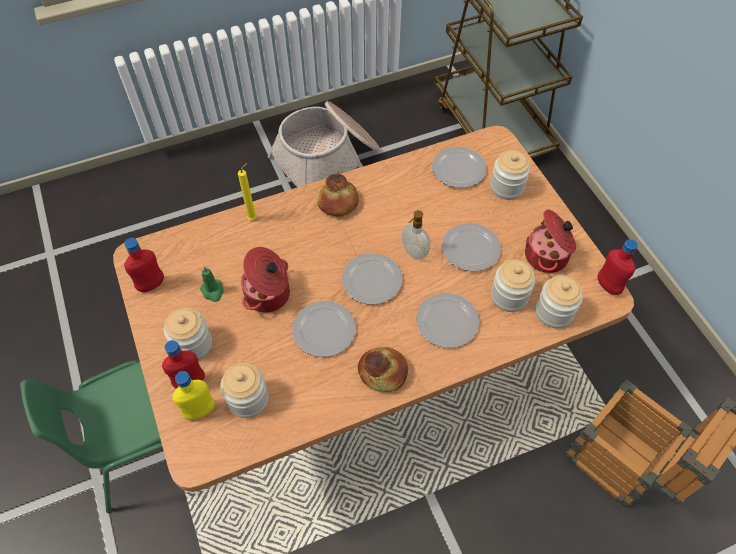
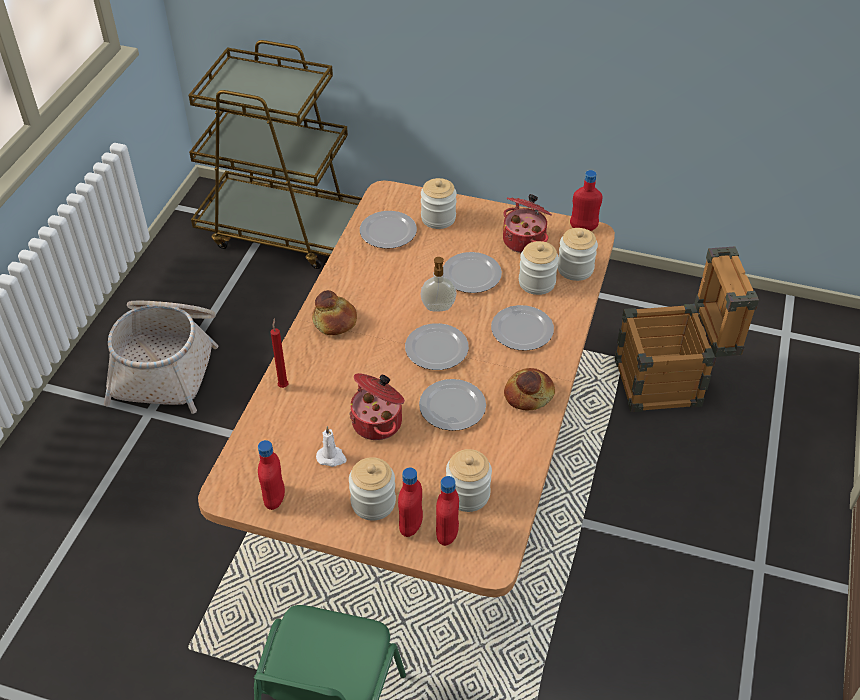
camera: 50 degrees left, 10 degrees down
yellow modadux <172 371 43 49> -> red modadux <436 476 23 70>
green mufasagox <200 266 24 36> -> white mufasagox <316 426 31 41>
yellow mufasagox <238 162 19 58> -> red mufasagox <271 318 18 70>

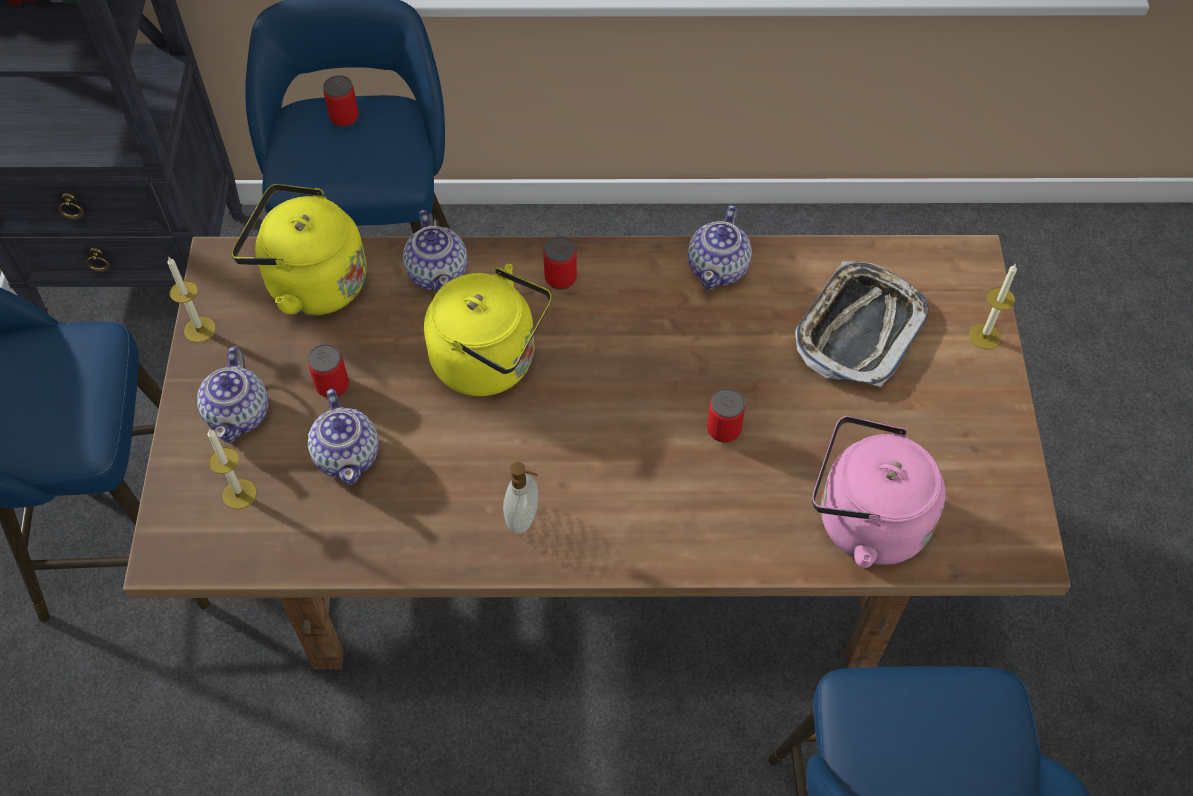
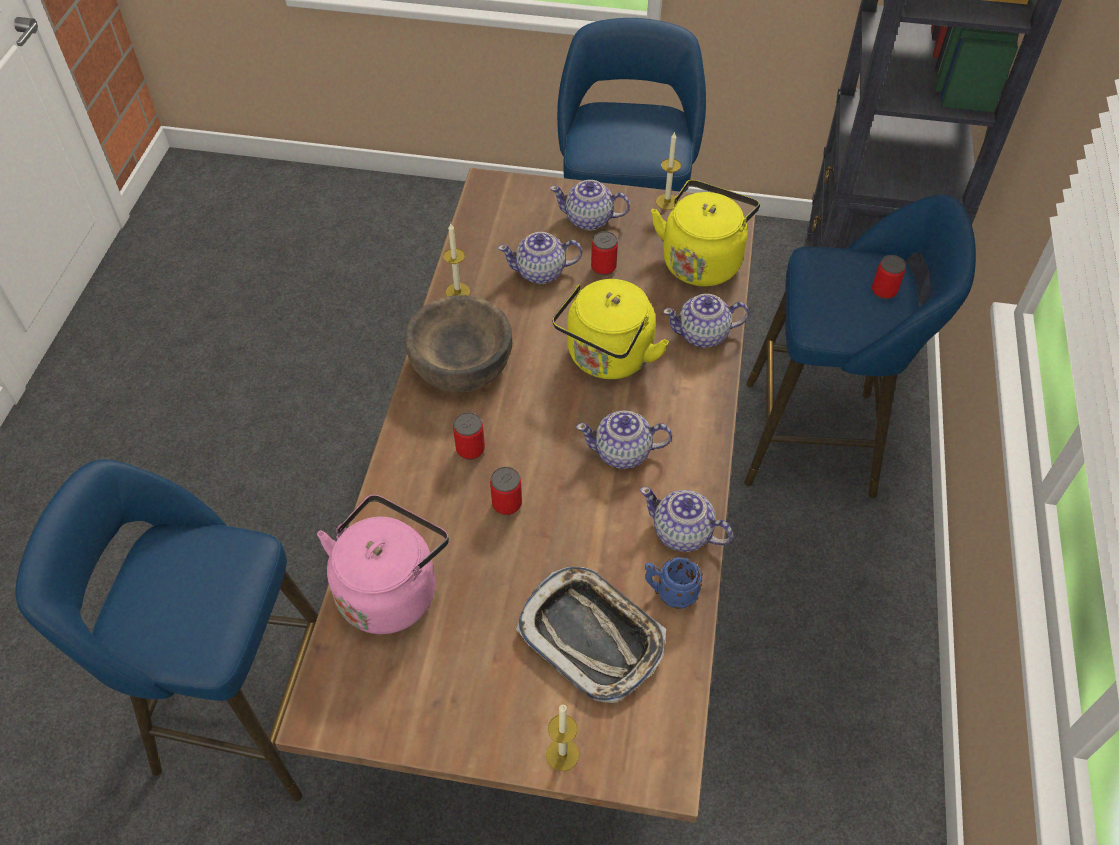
camera: 100 degrees right, 5 degrees down
mufasagox <207 429 50 80> -> mufasagox <443 224 27 72>, move
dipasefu <503 462 35 71> -> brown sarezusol <405 295 107 98>
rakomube <543 236 34 54> -> rakomube <453 412 32 48>, move
none -> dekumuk <576 410 96 59>
none -> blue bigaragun <645 557 58 52>

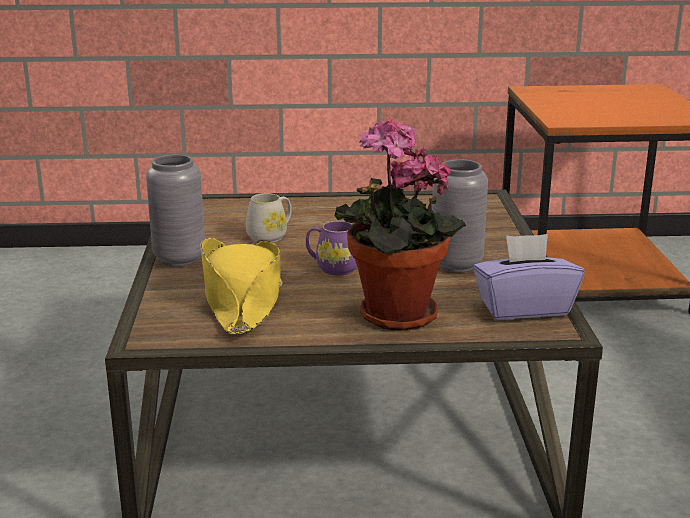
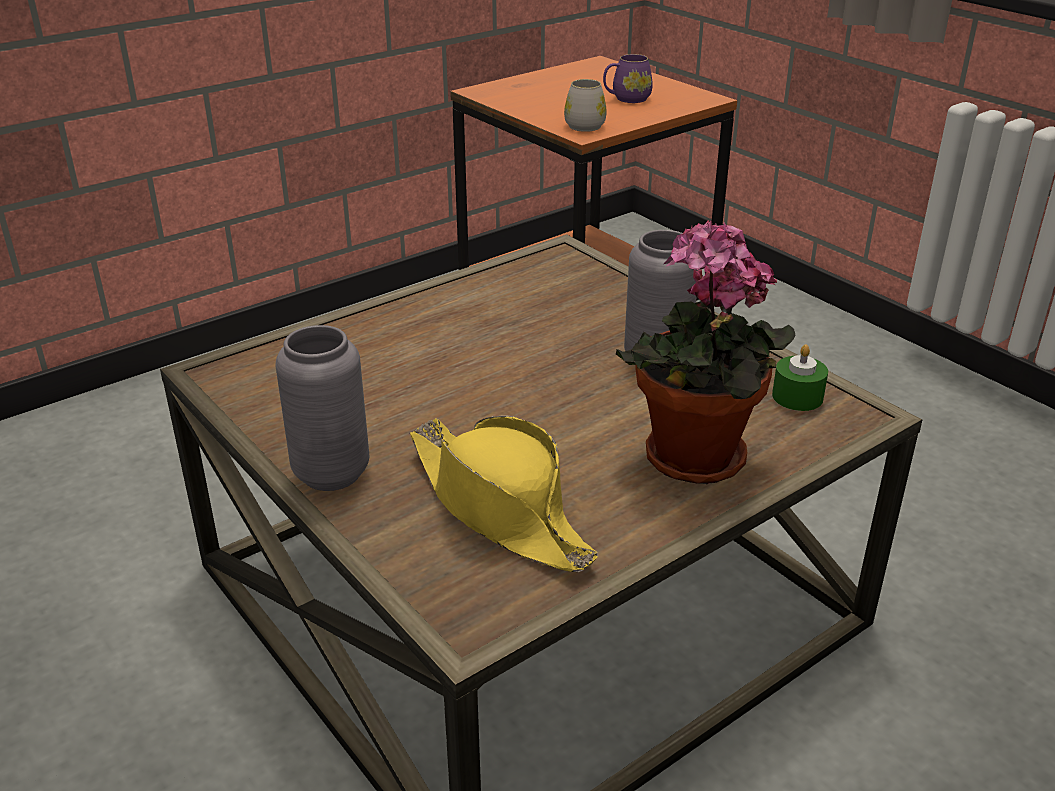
camera: 35 degrees left, 10 degrees up
white bigaragun <246 193 46 49> -> white bigaragun <564 79 42 53>, move
purple bigaragun <306 221 51 54> -> purple bigaragun <603 54 50 49>, move
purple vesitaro <473 234 111 86> -> green mufasagox <772 344 56 67>

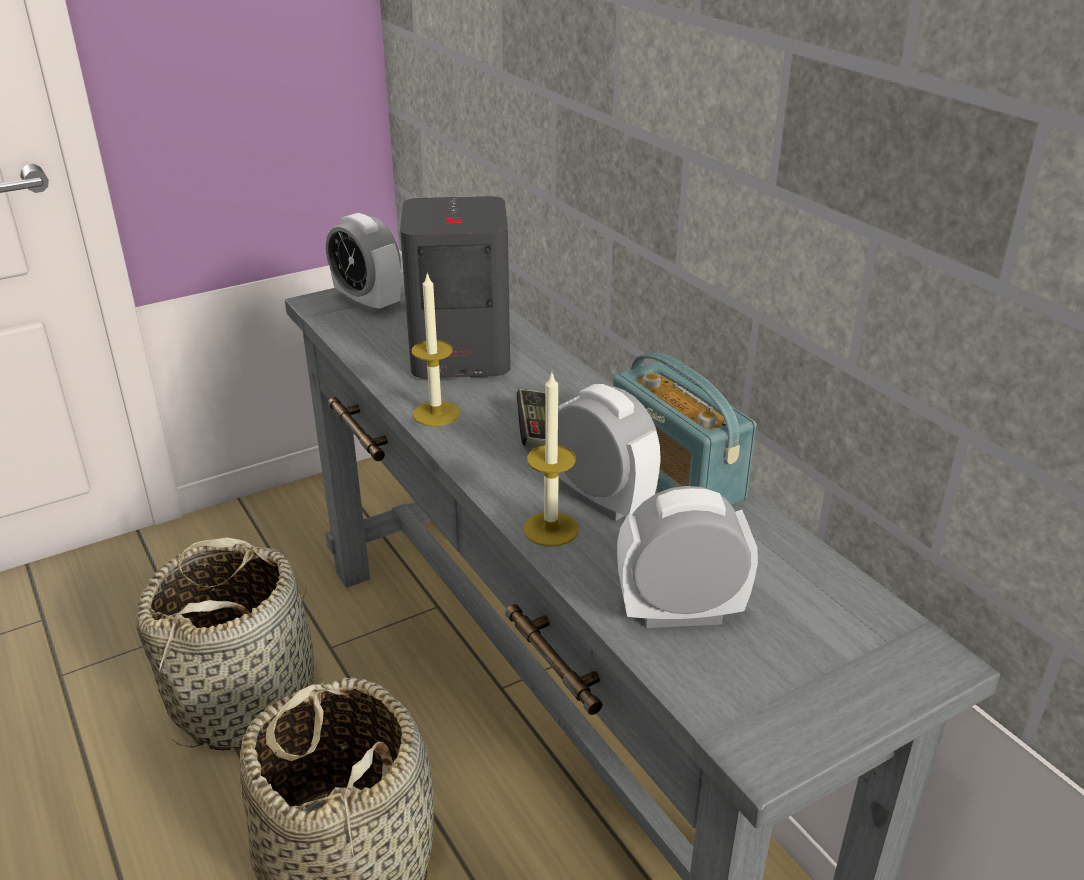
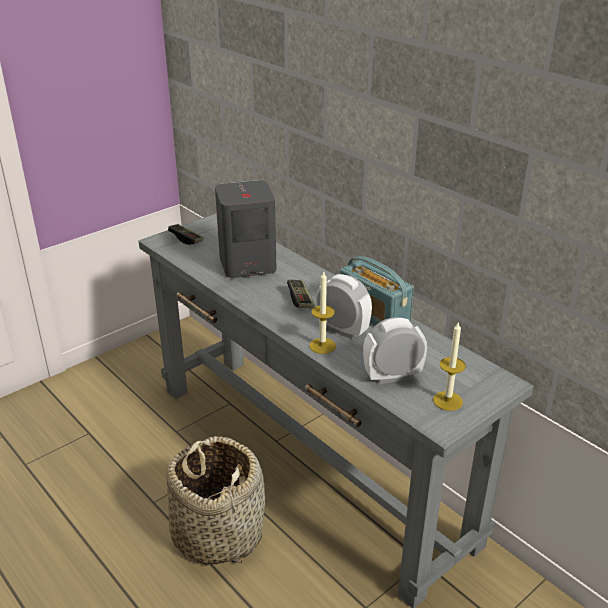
camera: 10 degrees left, 0 degrees up
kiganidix <136 537 179 213> -> none
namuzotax <326 213 75 102> -> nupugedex <168 224 36 21>
mufasagox <411 272 49 154> -> mufasagox <433 321 33 90>, move

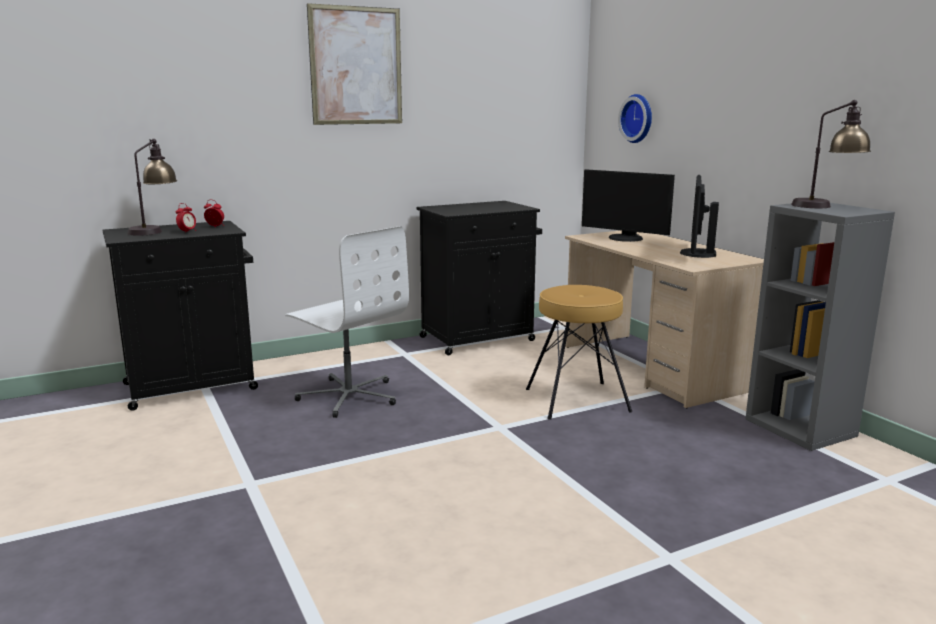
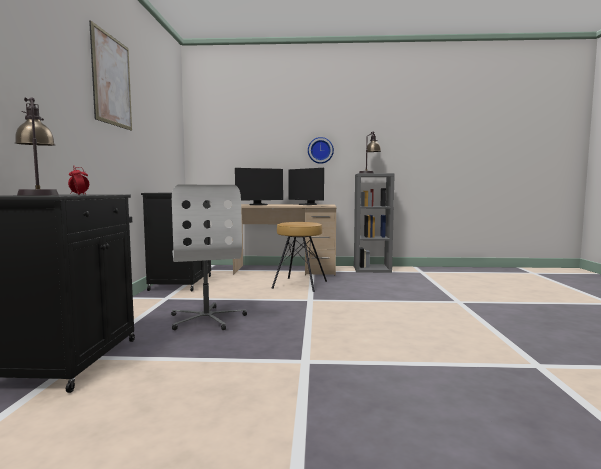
camera: 60 degrees left, 10 degrees down
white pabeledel <285 226 124 192> -> white pabeledel <171 185 76 145>, 90 degrees clockwise
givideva <618 94 34 49> -> givideva <308 137 26 27>, move

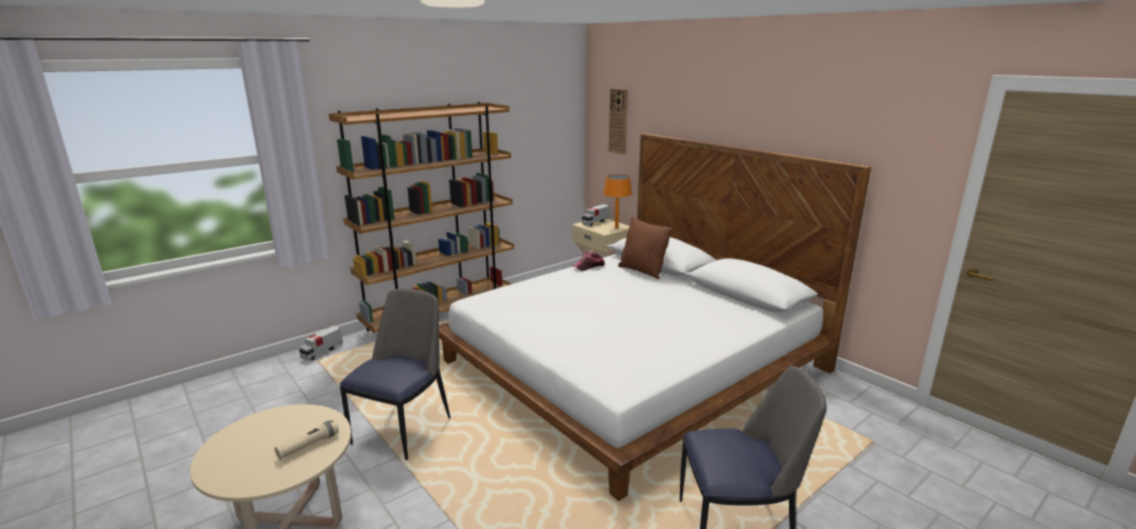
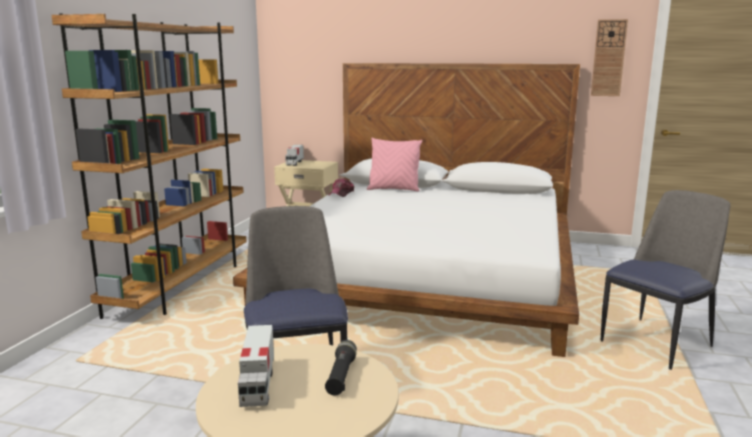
camera: 35 degrees left, 5 degrees down
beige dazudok <275 419 64 41> -> black dazudok <325 340 32 56>
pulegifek <299 326 44 35> -> pulegifek <238 325 36 82>, move
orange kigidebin <603 175 29 53> -> none
givideva <608 88 20 67> -> givideva <591 19 37 77>, move
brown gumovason <618 216 55 63> -> pink gumovason <367 137 55 54>

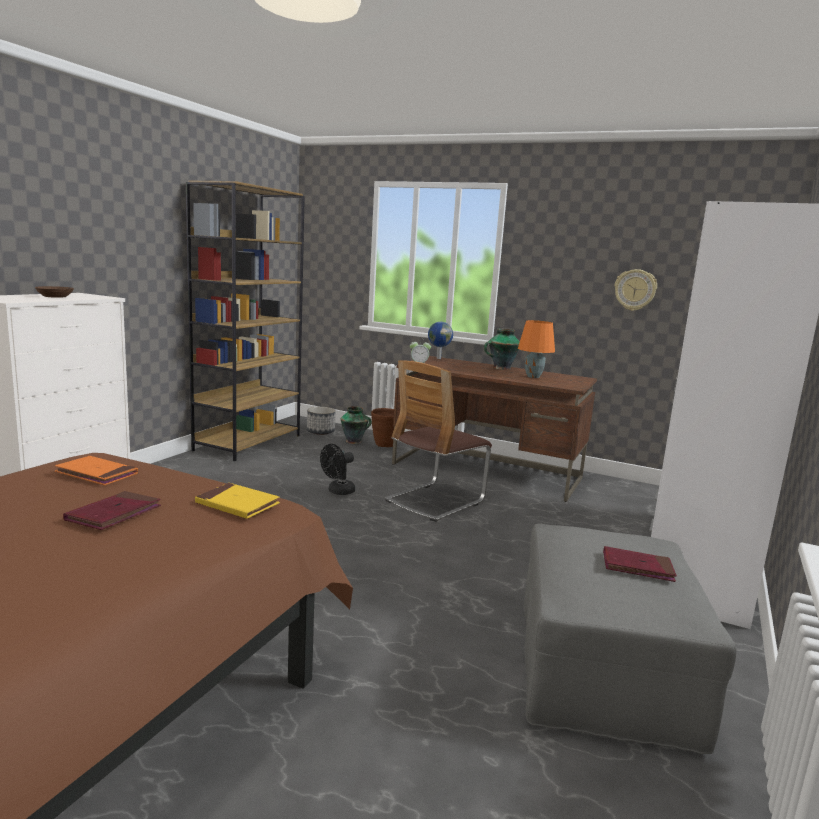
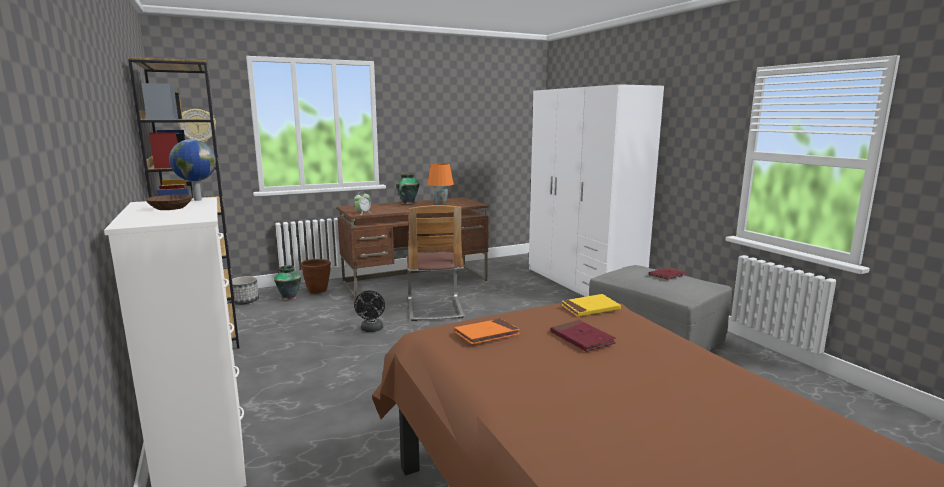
camera: 50 degrees left, 0 degrees up
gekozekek <428 322 25 37> -> gekozekek <169 139 47 62>, move
givideva <614 269 43 42> -> givideva <178 109 38 33>, move

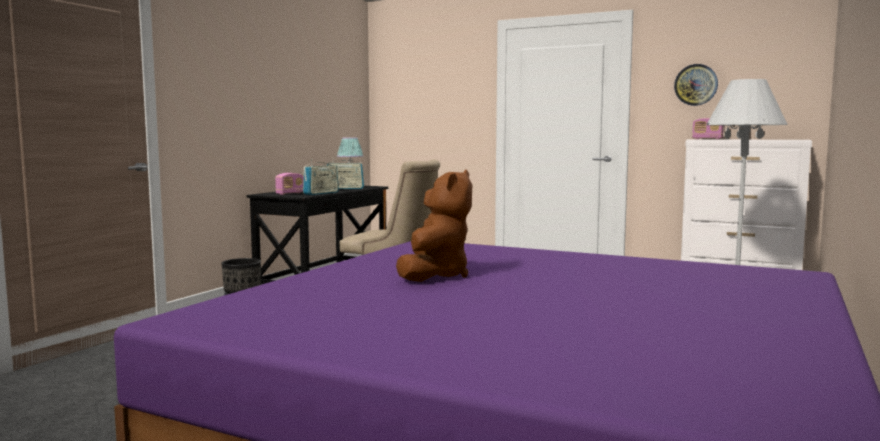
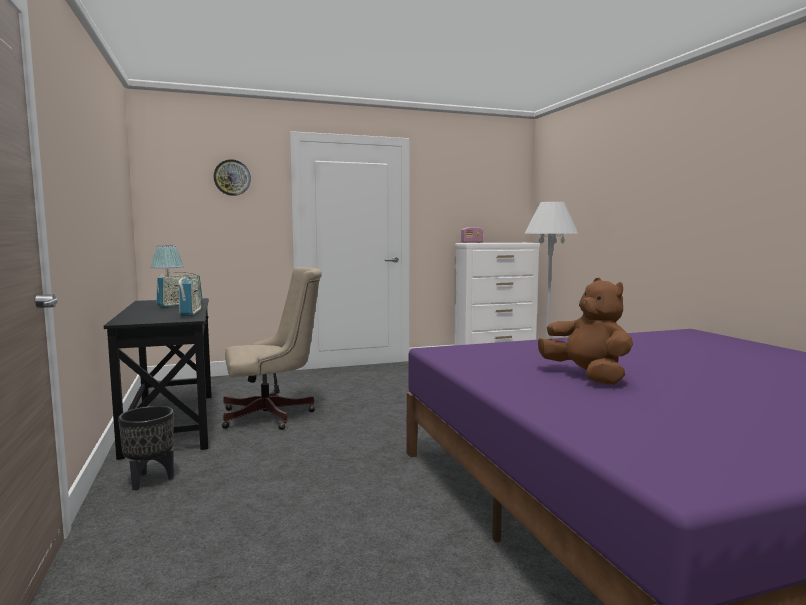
camera: 45 degrees left, 0 degrees up
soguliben <275 173 28 22> -> none
givideva <674 64 44 42> -> givideva <214 159 37 37>, move

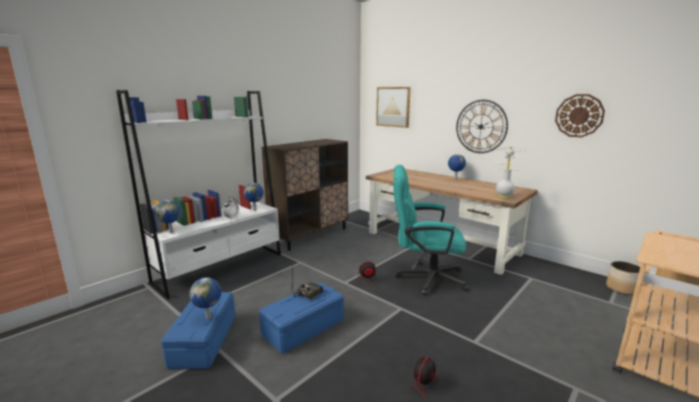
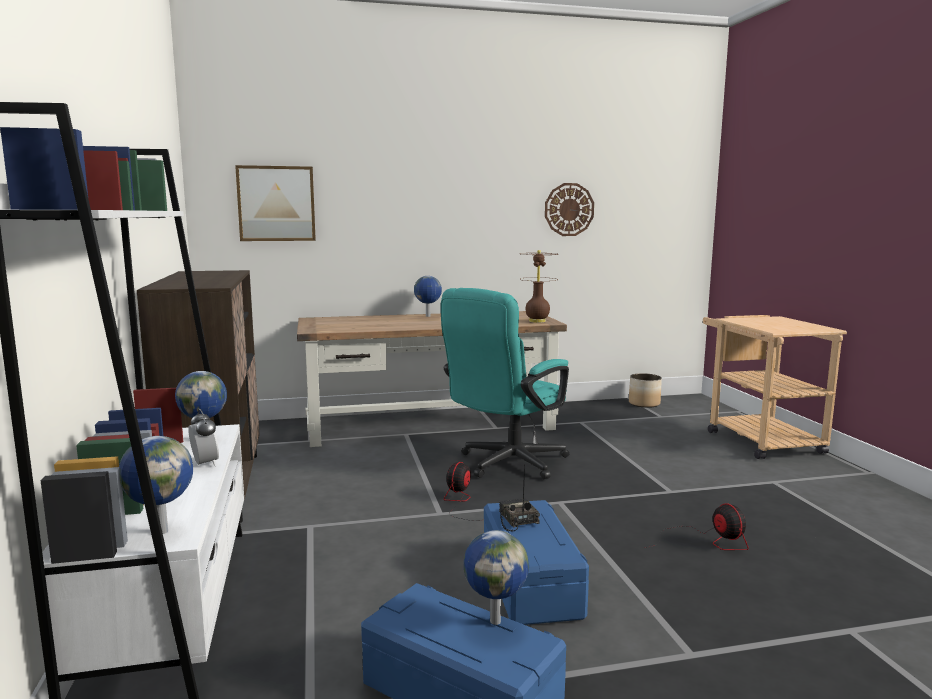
camera: 55 degrees left, 5 degrees down
givideva <456 100 52 53> -> none
white kigidebin <494 146 32 53> -> brown kigidebin <519 250 39 73>

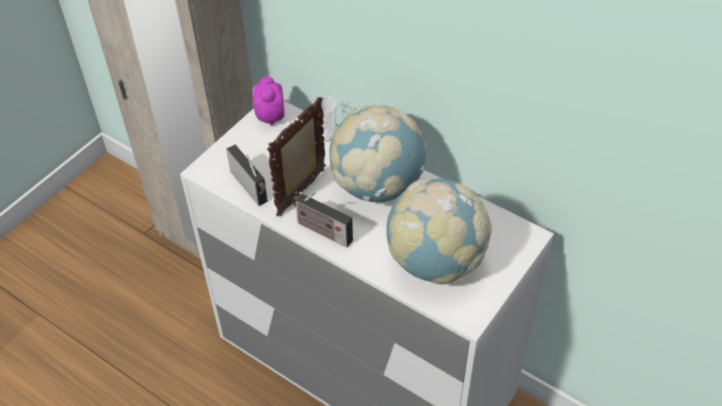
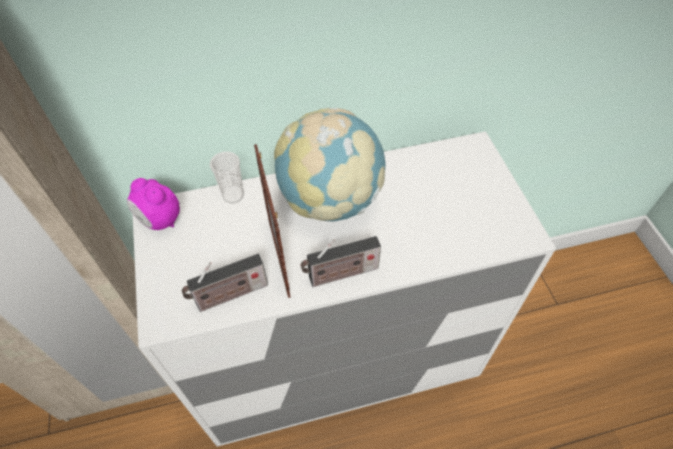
camera: 50 degrees left, 5 degrees up
soguliben <226 145 42 61> -> soguliben <182 254 86 58>, 150 degrees clockwise
gekozekek <386 178 106 106> -> none

